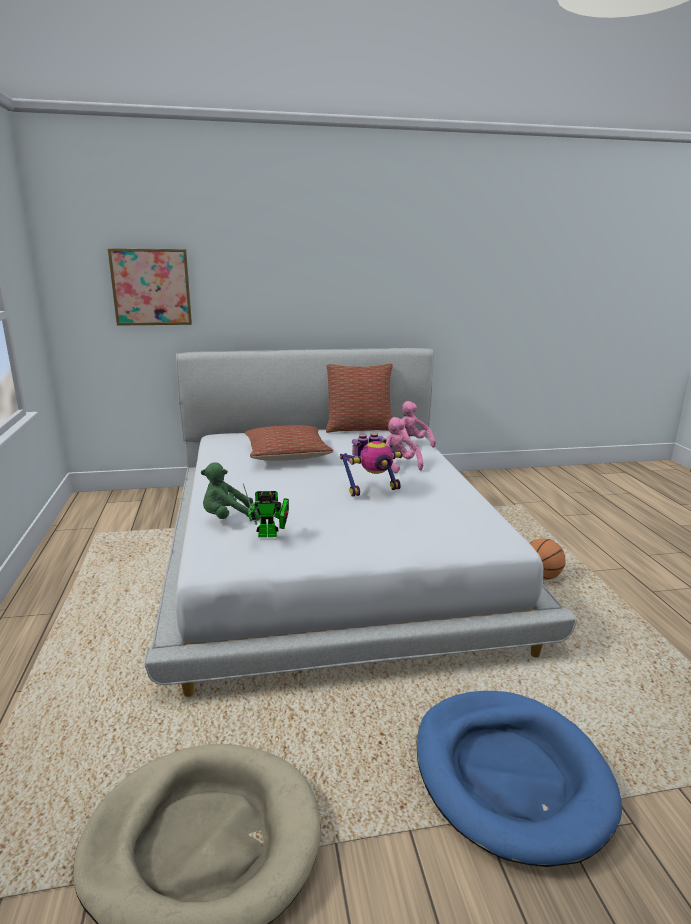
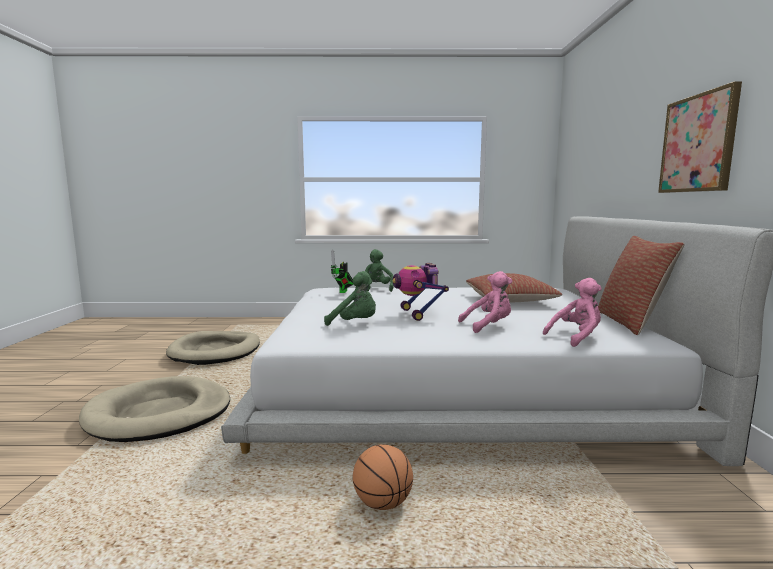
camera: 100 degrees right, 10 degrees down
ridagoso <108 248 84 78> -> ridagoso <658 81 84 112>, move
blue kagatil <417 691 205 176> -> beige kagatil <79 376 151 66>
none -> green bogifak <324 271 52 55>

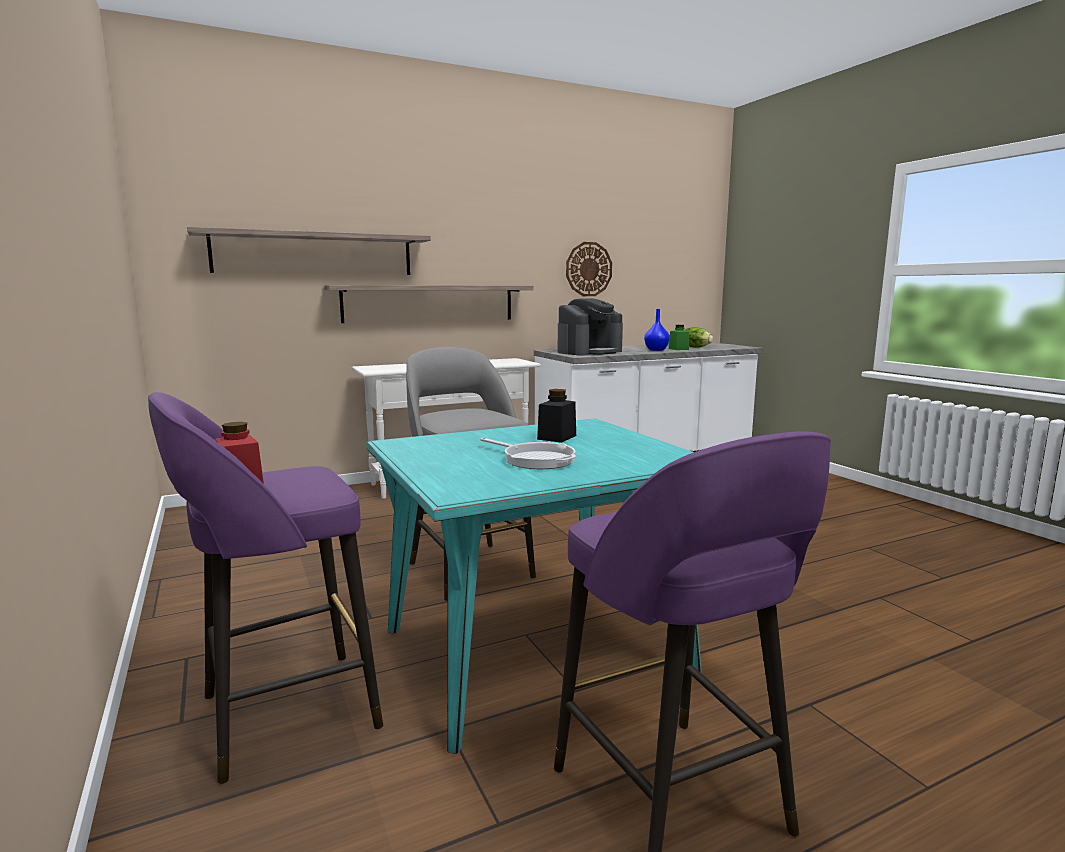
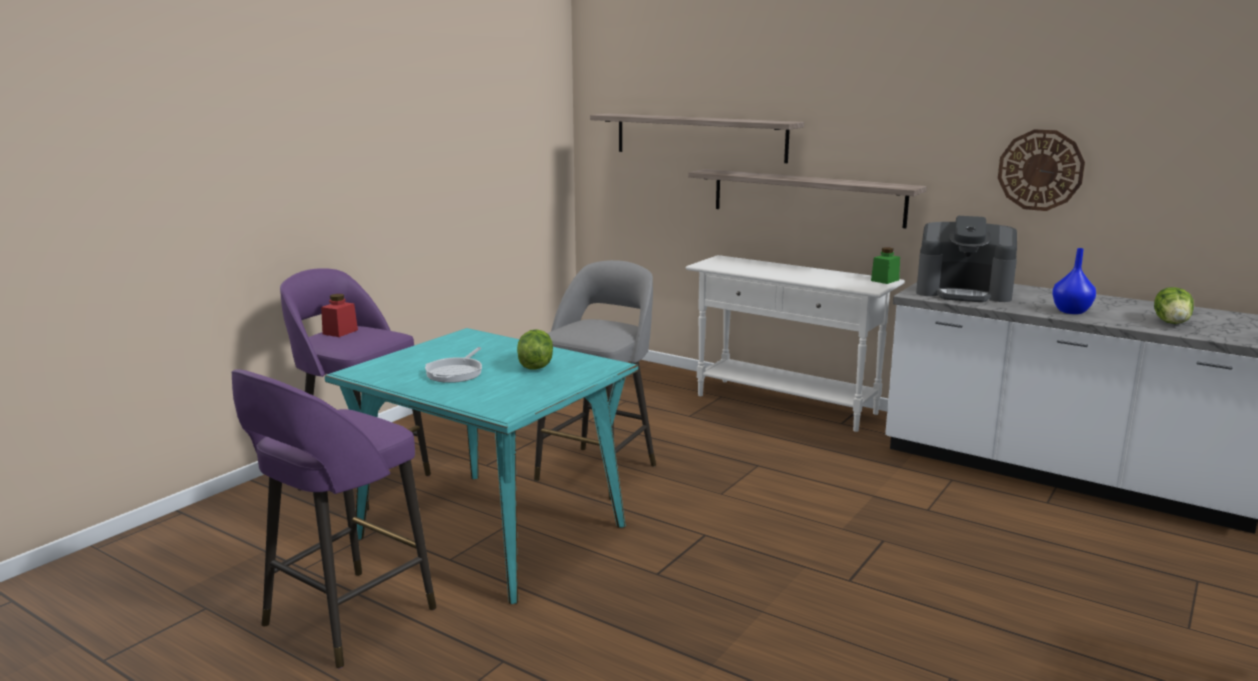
camera: 60 degrees right, 5 degrees up
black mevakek <537 389 39 54> -> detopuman <517 329 36 41>
green mevakek <669 325 20 25> -> green mevakek <871 247 29 37>, move

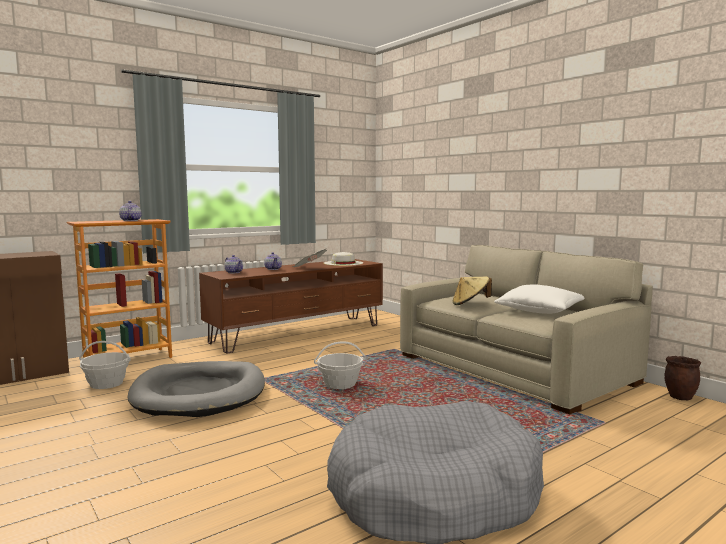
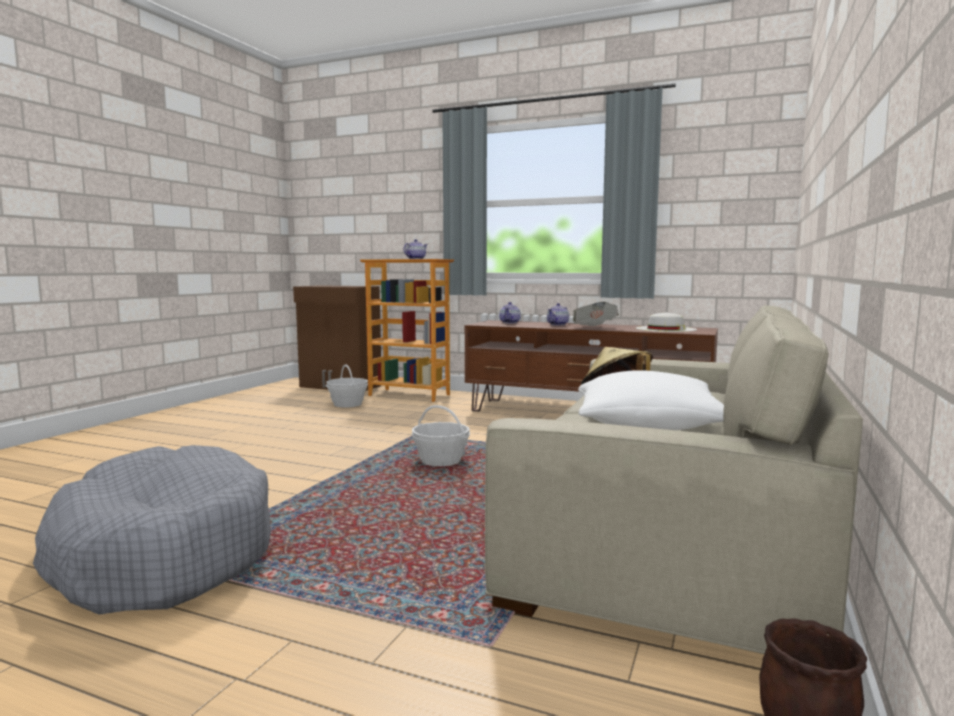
camera: 60 degrees right, 0 degrees up
grey kagatil <128 361 137 56> -> none

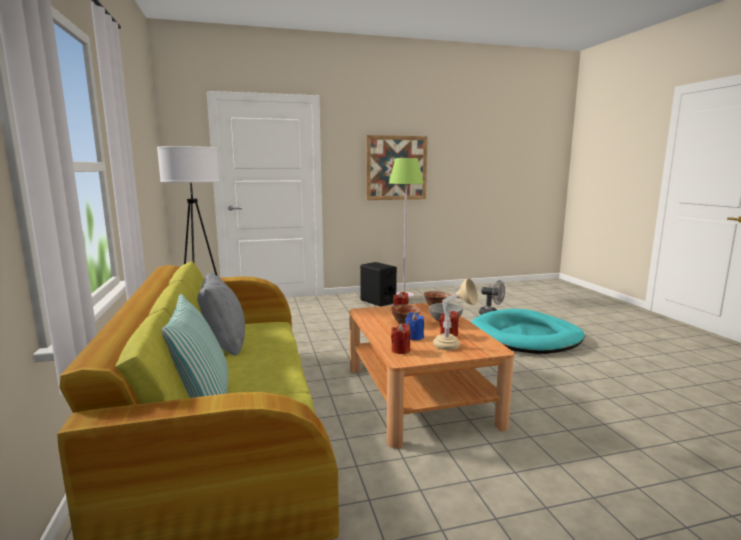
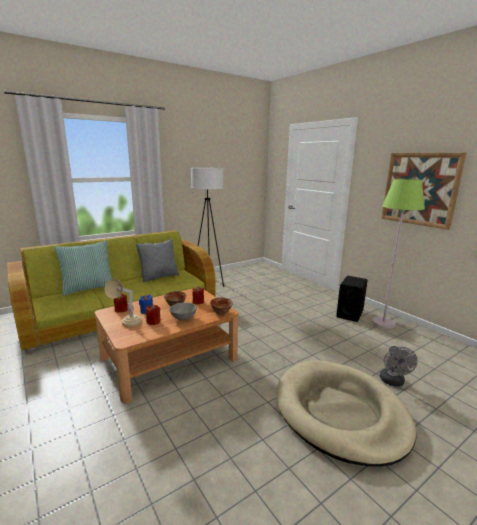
camera: 70 degrees right, 5 degrees up
turquoise kagatil <472 309 113 45> -> beige kagatil <276 360 141 107>

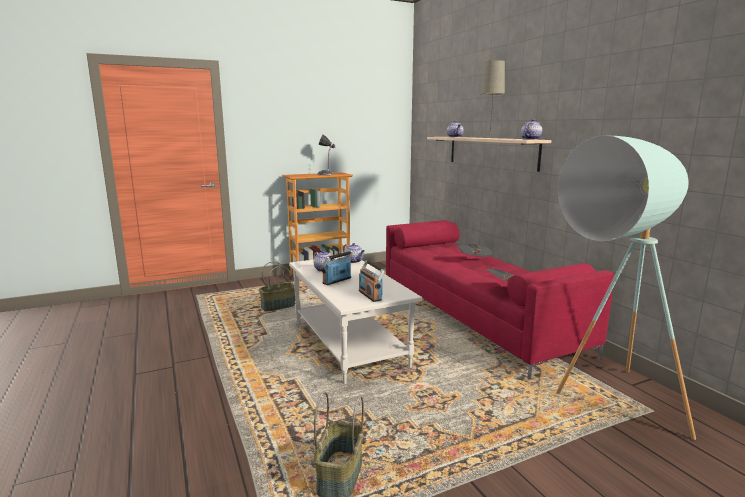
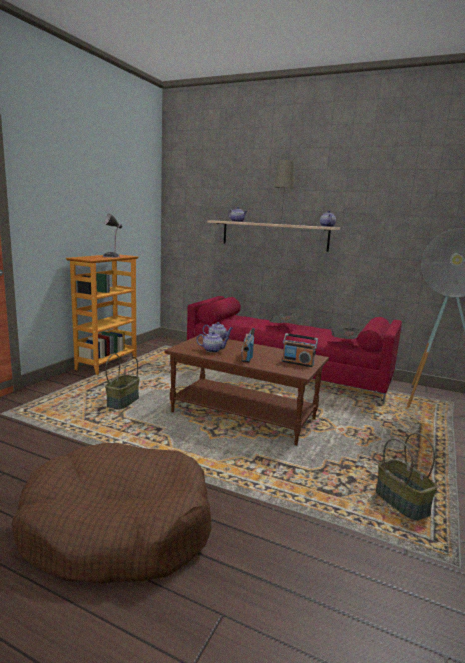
camera: 40 degrees left, 0 degrees up
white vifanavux <289 256 133 128> -> brown vifanavux <165 335 164 111>
none -> brown kagatil <12 443 199 141>

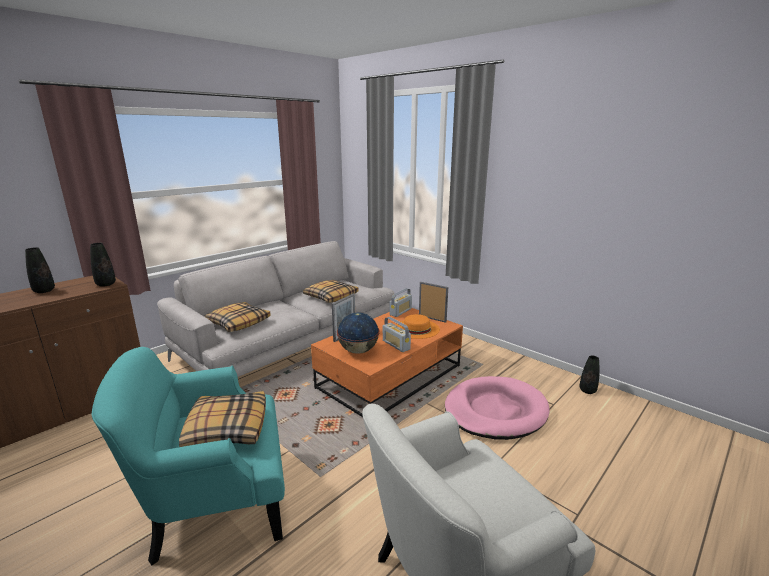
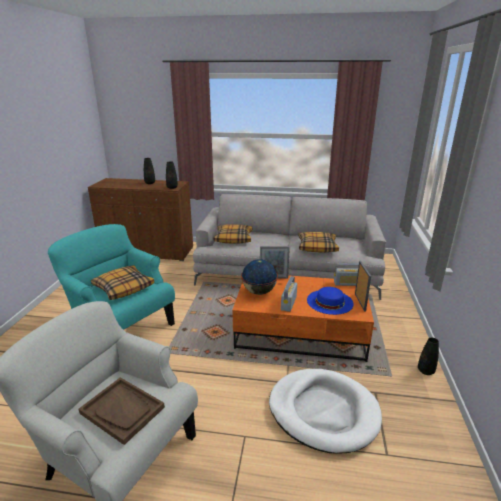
camera: 55 degrees right, 5 degrees up
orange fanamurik <395 314 45 25> -> blue fanamurik <307 287 47 28>
pink kagatil <445 376 105 64> -> white kagatil <269 369 113 85>
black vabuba <579 355 21 39> -> black vabuba <418 338 21 37>, move
none -> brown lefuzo <79 377 86 68>

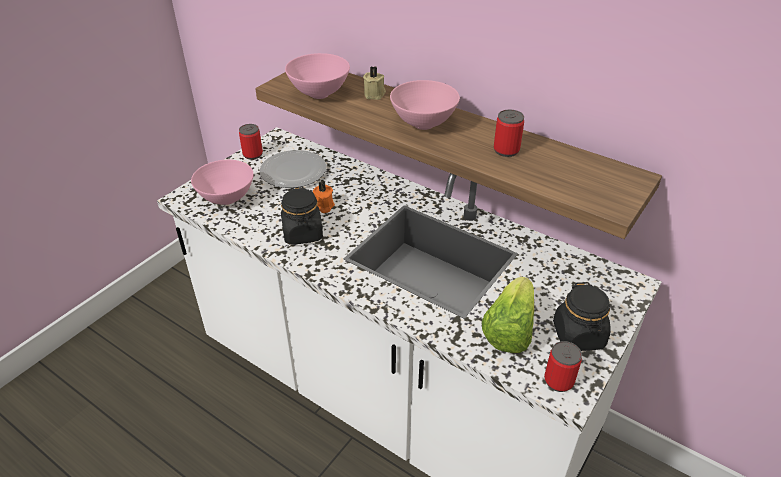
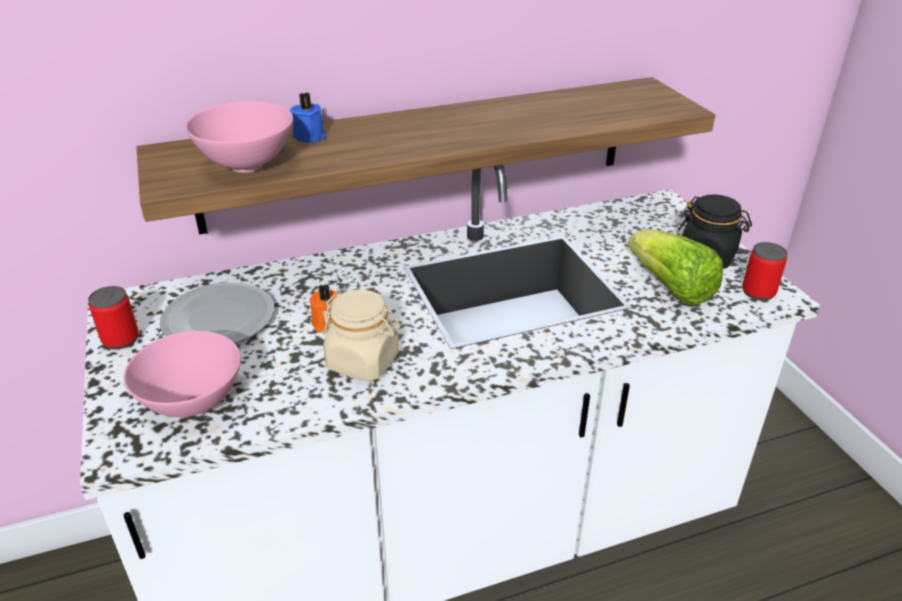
camera: 55 degrees left, 5 degrees down
black mevakek <281 187 42 58> -> beige mevakek <323 289 77 92>
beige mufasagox <363 66 23 34> -> blue mufasagox <290 92 36 51>
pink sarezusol <390 80 70 50> -> none
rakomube <494 109 30 48> -> none

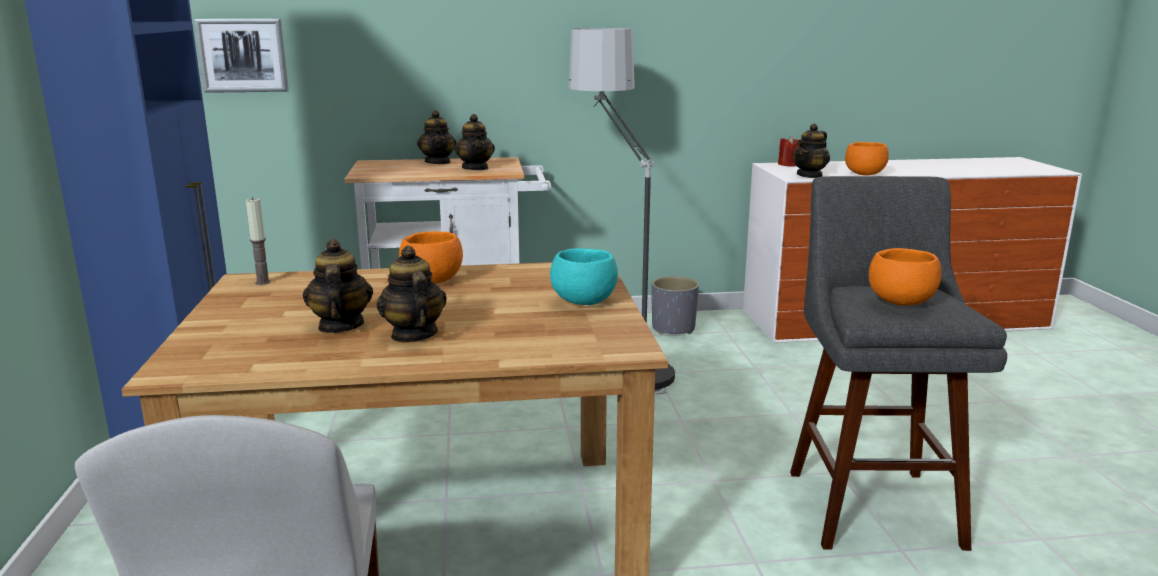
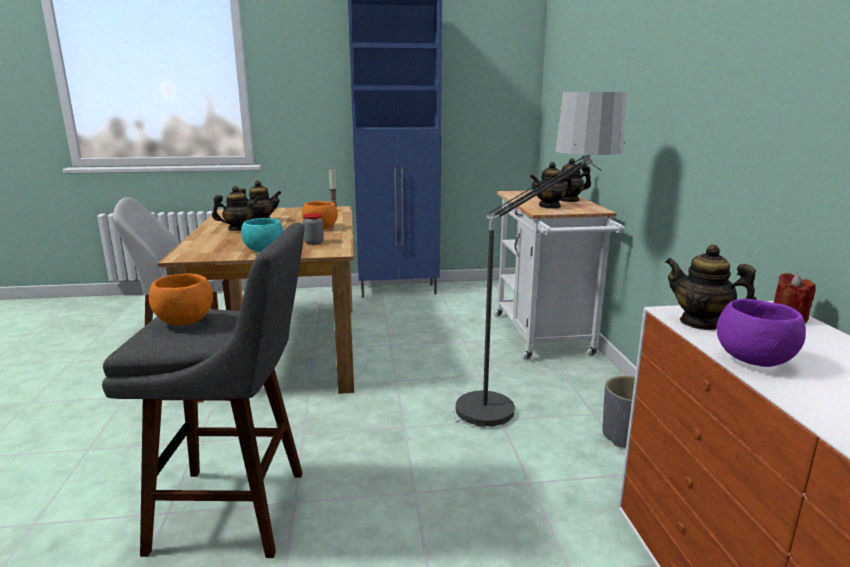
camera: 90 degrees right, 0 degrees up
ridagoso <194 19 95 74> -> none
orange sarezusol <845 142 44 34> -> purple sarezusol <717 299 89 68>
none -> mevakek <303 213 21 32>

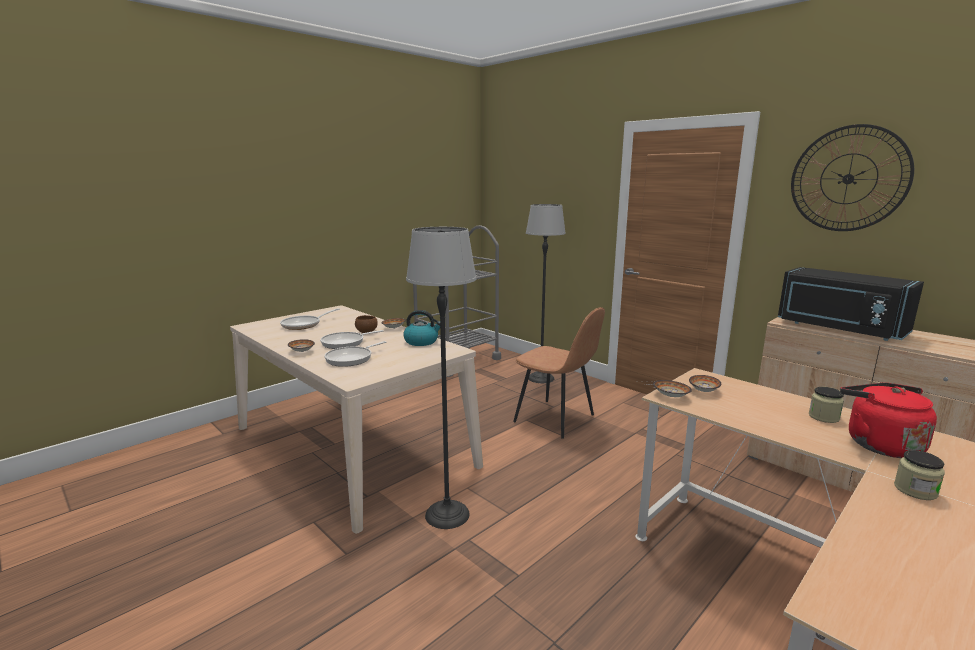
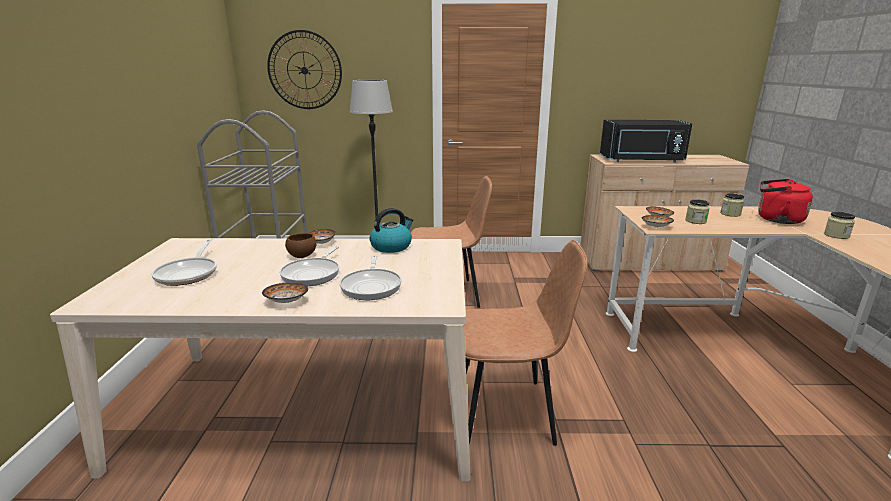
camera: 45 degrees left, 5 degrees up
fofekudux <406 227 71 302> -> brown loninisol <464 240 124 206>
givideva <791 124 123 107> -> givideva <267 30 75 79>, move
none -> mevakek <685 199 25 25>

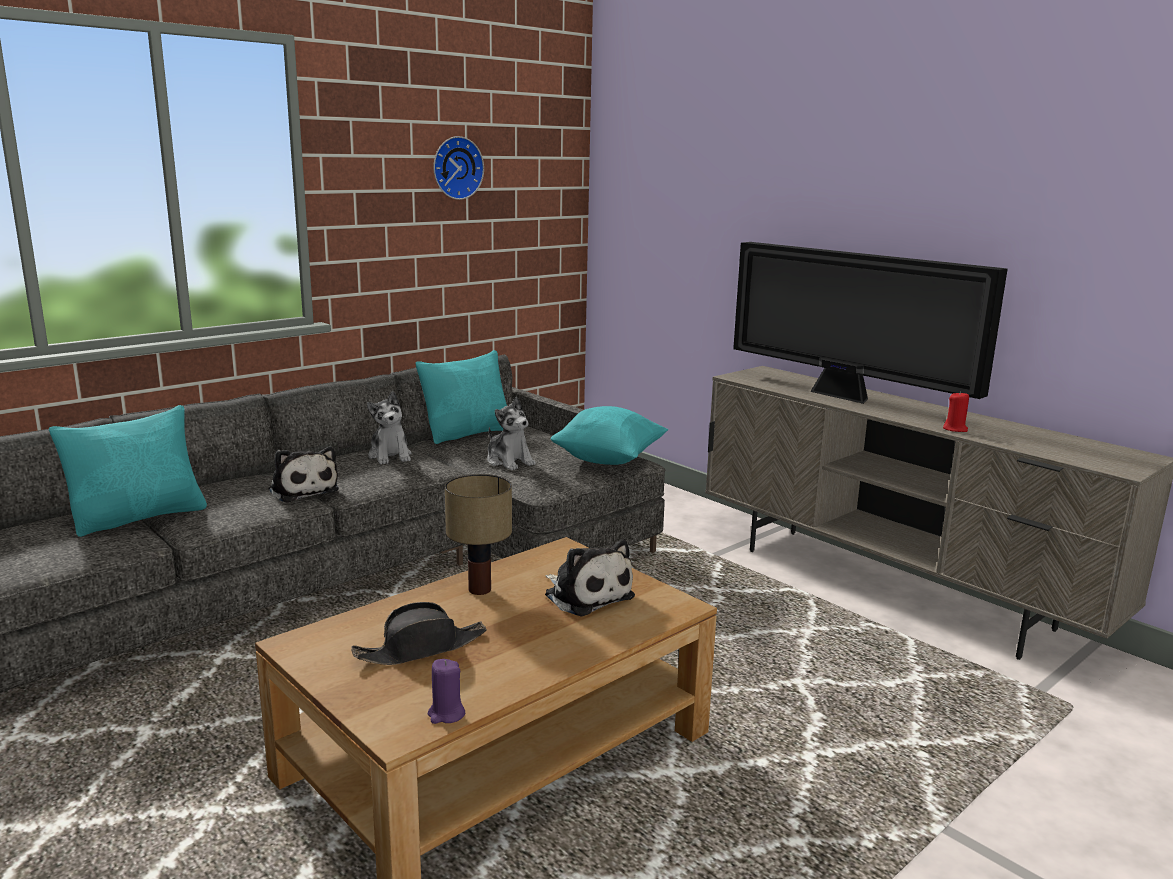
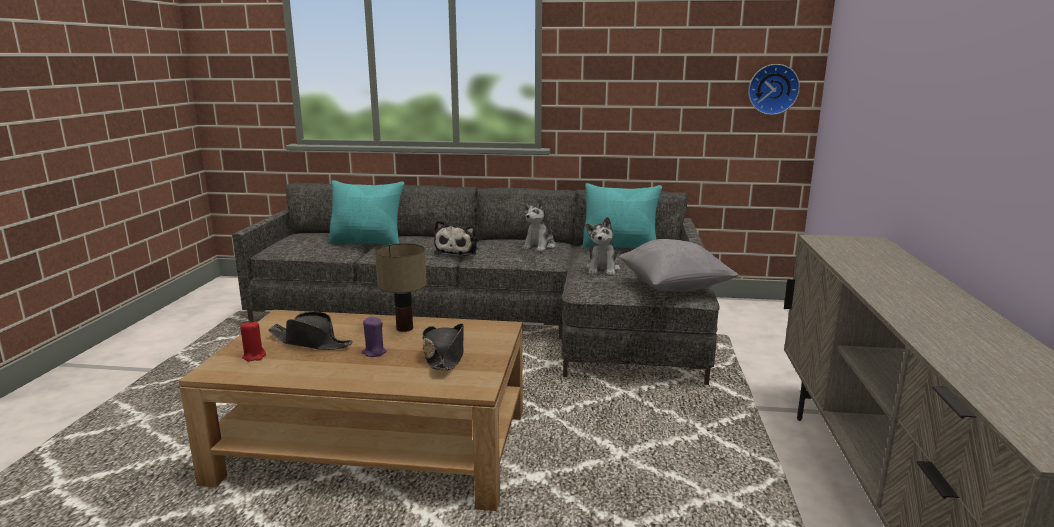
camera: 50 degrees right, 0 degrees up
purple mufasagox <428 659 37 65> -> purple mufasagox <362 316 25 41>, move
givideva <433 136 51 64> -> givideva <748 64 52 51>, move
bogifak <545 539 90 78> -> black fanamurik <423 324 41 46>
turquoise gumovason <550 406 118 59> -> grey gumovason <619 239 120 53>
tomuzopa <733 242 275 162> -> none
red mufasagox <943 391 26 41> -> red mufasagox <240 321 26 41>, move

